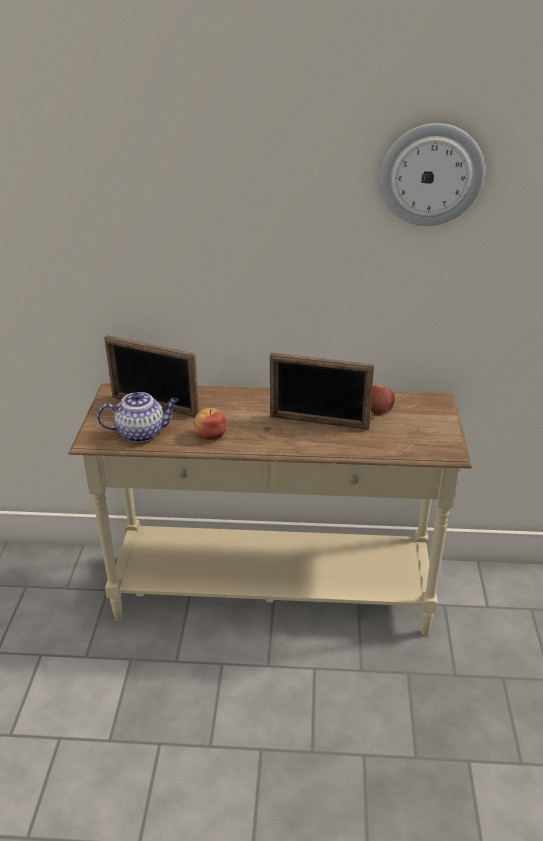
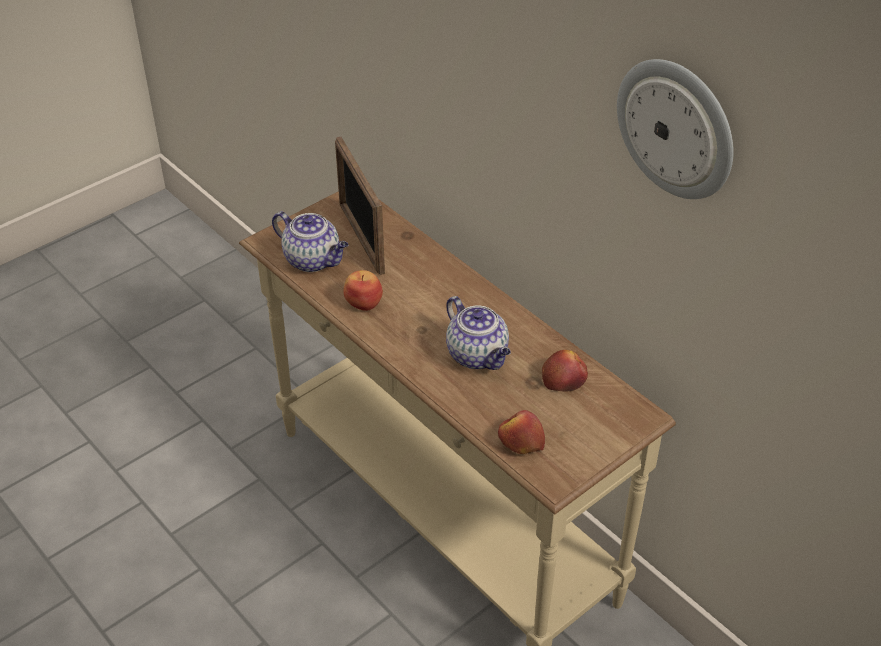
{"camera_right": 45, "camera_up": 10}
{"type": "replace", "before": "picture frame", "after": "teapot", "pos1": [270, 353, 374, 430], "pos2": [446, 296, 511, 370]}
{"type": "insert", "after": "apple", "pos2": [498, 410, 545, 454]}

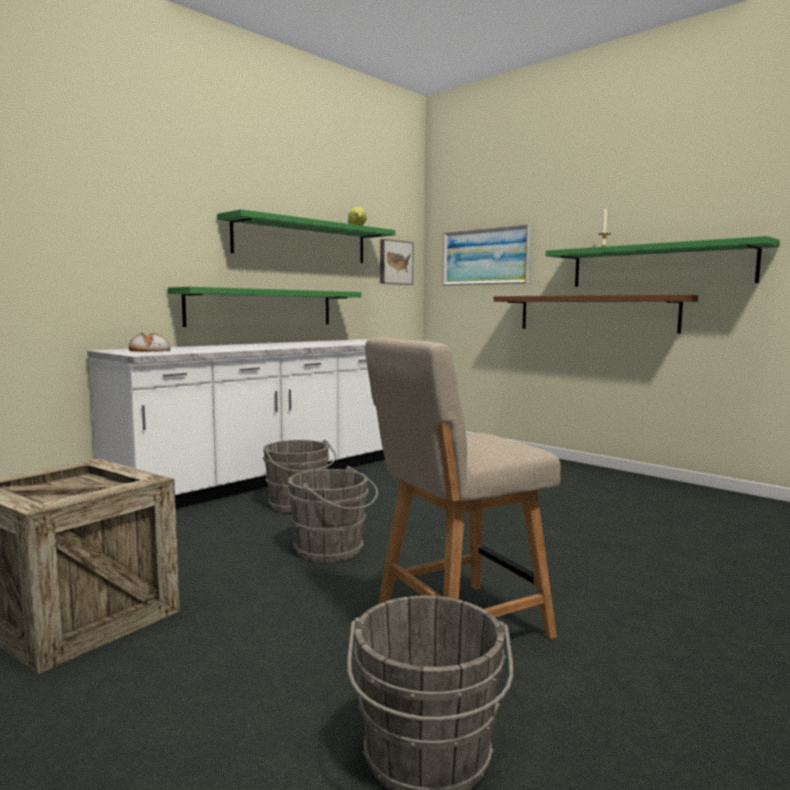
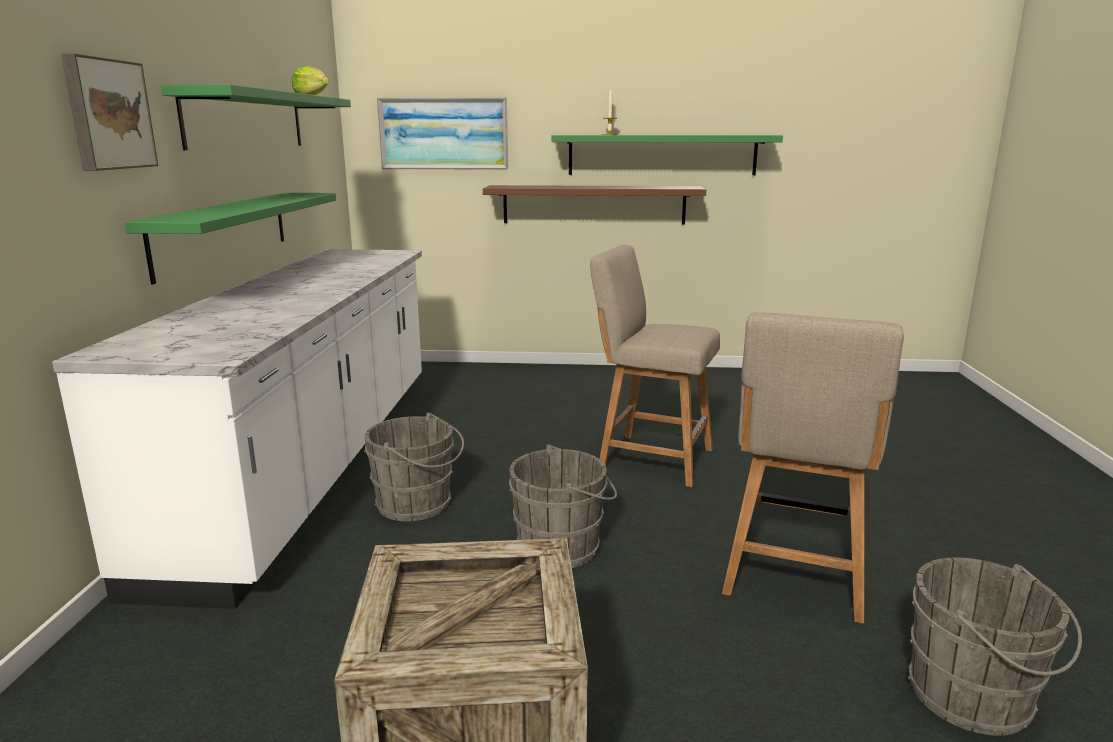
{"camera_right": -40, "camera_up": 10}
{"type": "move", "before": "picture", "pos1": [380, 239, 414, 285], "pos2": [61, 54, 158, 171]}
{"type": "insert", "after": "beige chair", "pos2": [590, 245, 720, 487]}
{"type": "delete", "before": "bread", "pos1": [129, 333, 171, 352]}

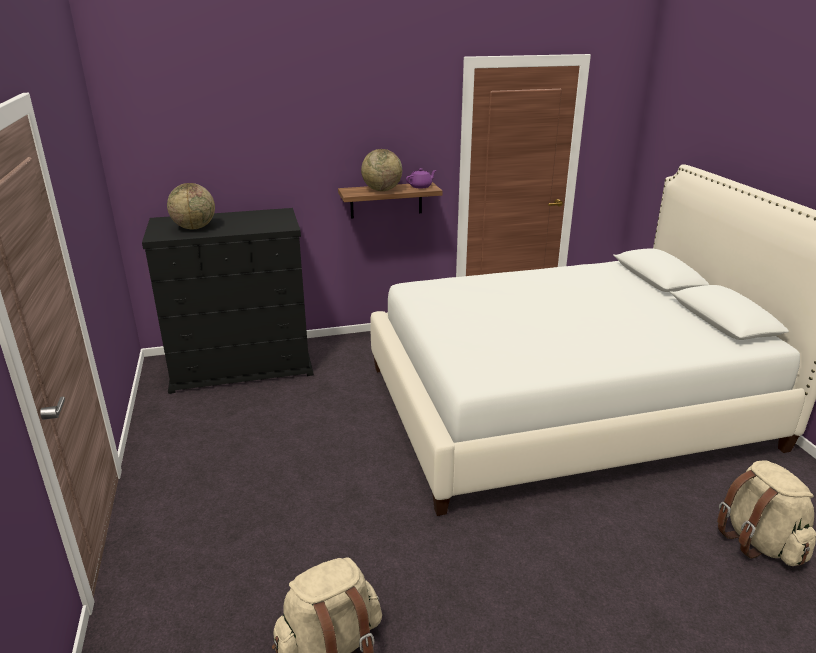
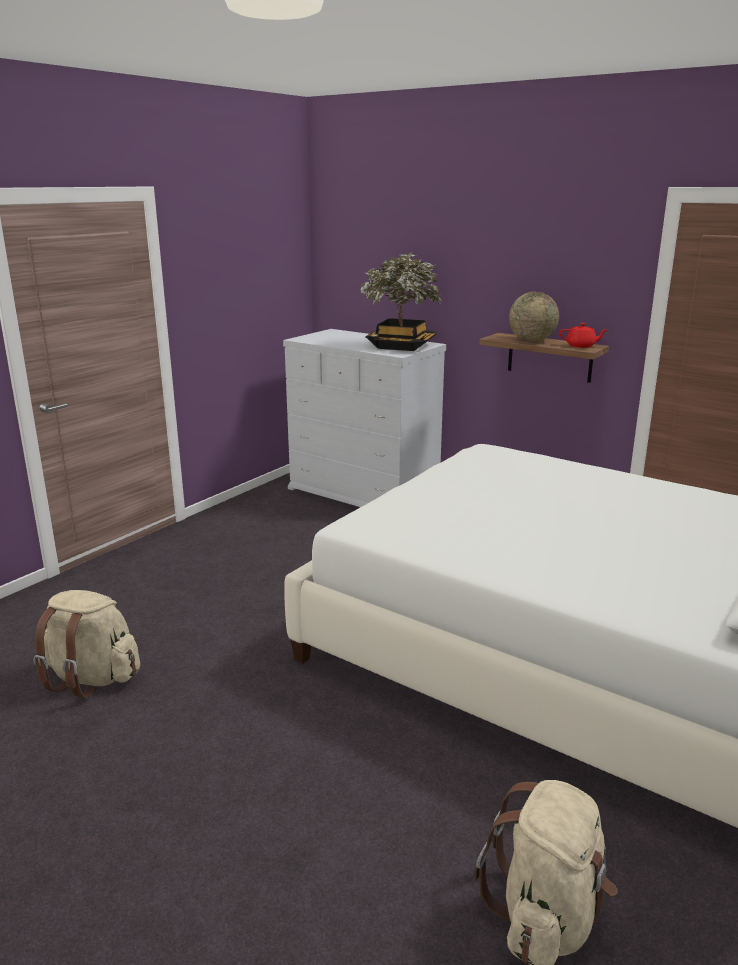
{"camera_right": 50, "camera_up": -5}
{"type": "recolor", "before": "black dresser", "after": "white dresser", "pos1": [142, 208, 314, 394], "pos2": [283, 329, 446, 507]}
{"type": "insert", "after": "potted plant", "pos2": [361, 252, 442, 351]}
{"type": "recolor", "before": "purple teapot", "after": "red teapot", "pos1": [406, 168, 436, 189], "pos2": [560, 323, 609, 348]}
{"type": "delete", "before": "globe", "pos1": [167, 183, 215, 229]}

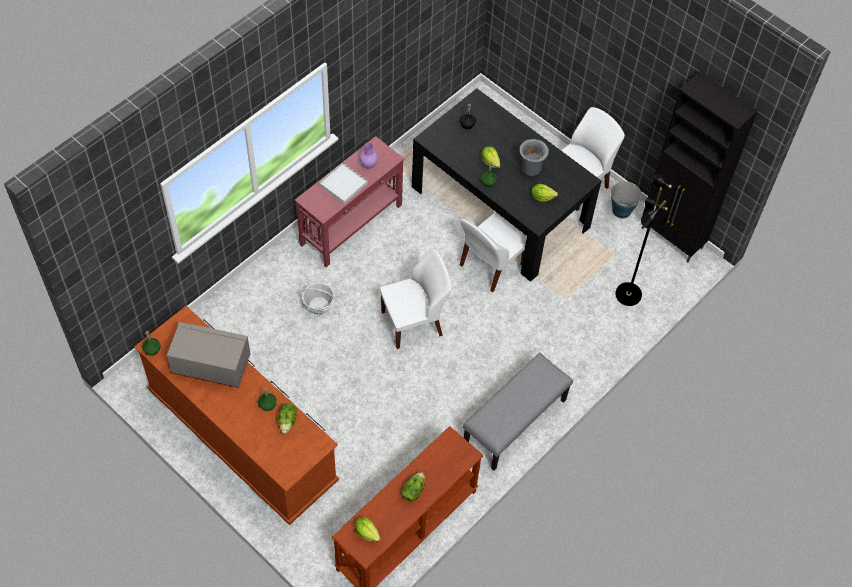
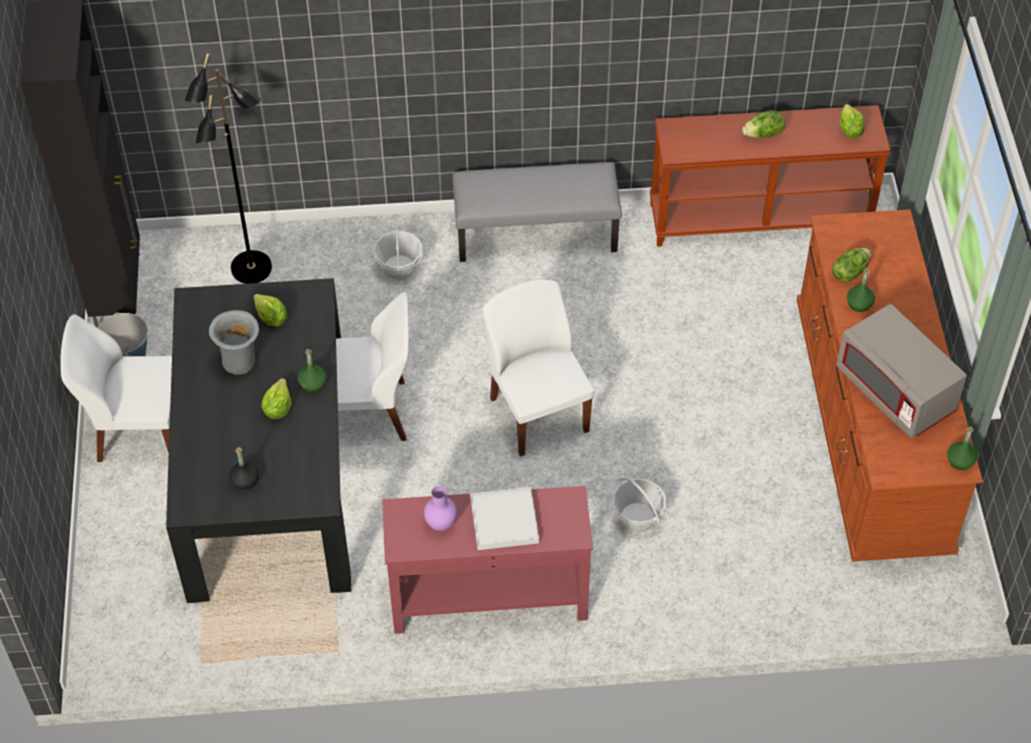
{"camera_right": -135, "camera_up": -5}
{"type": "insert", "after": "basket", "pos2": [373, 226, 423, 280]}
{"type": "rotate", "before": "white chair", "pos1": [380, 249, 452, 349], "pos2": [482, 280, 594, 456], "turn": 45}

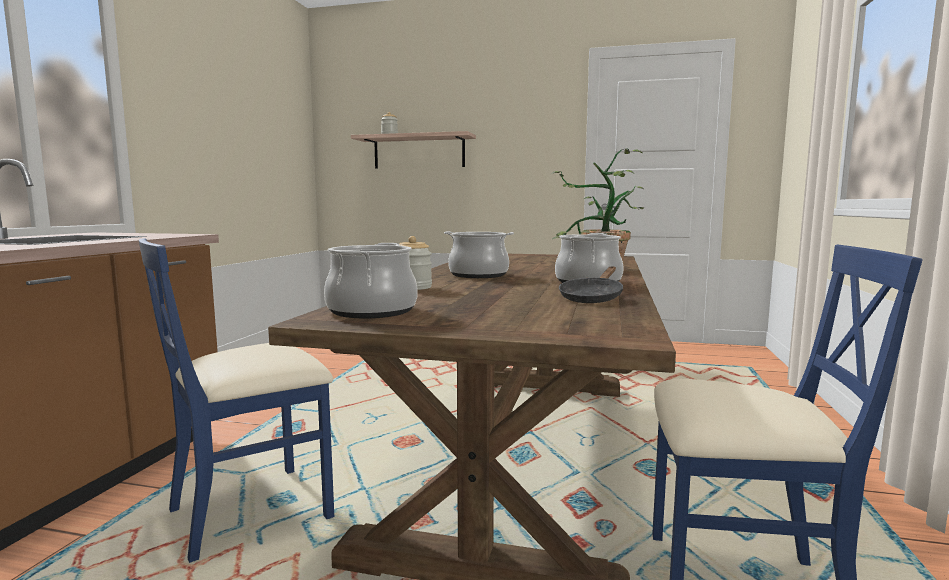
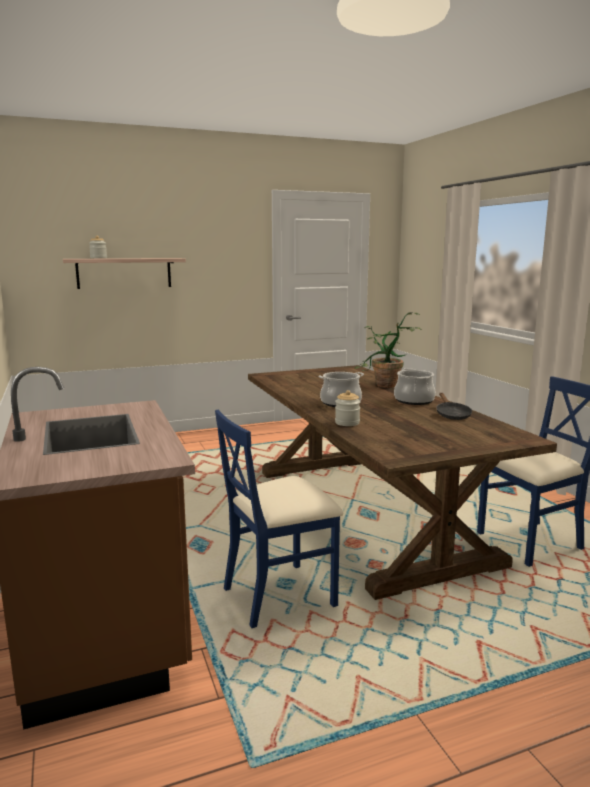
{"camera_right": -35, "camera_up": 5}
{"type": "rotate", "before": "blue chair", "pos1": [139, 238, 334, 563], "pos2": [215, 410, 343, 628], "turn": 45}
{"type": "delete", "before": "cooking pot", "pos1": [324, 243, 418, 318]}

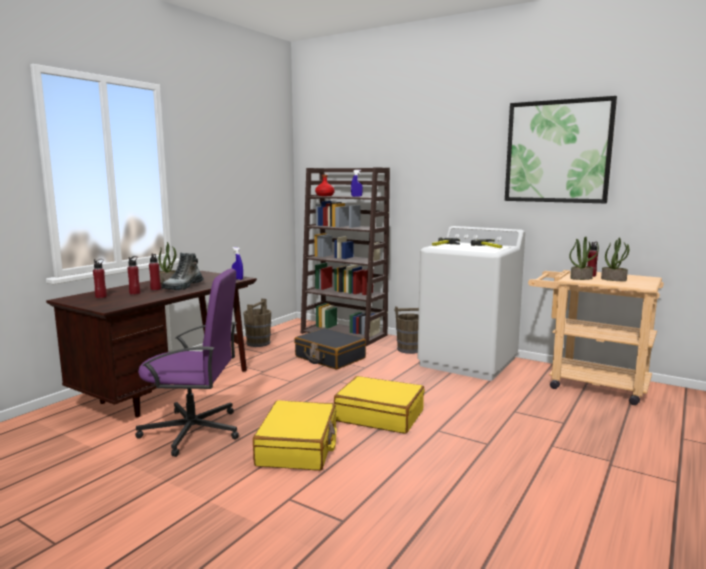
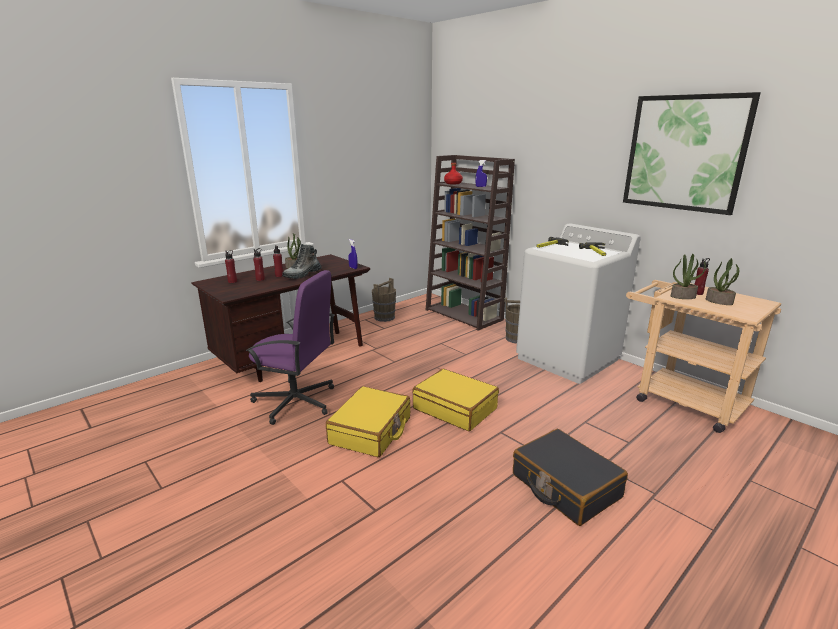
{"camera_right": 15, "camera_up": 10}
{"type": "move", "before": "black suitcase", "pos1": [294, 328, 366, 370], "pos2": [513, 429, 628, 526]}

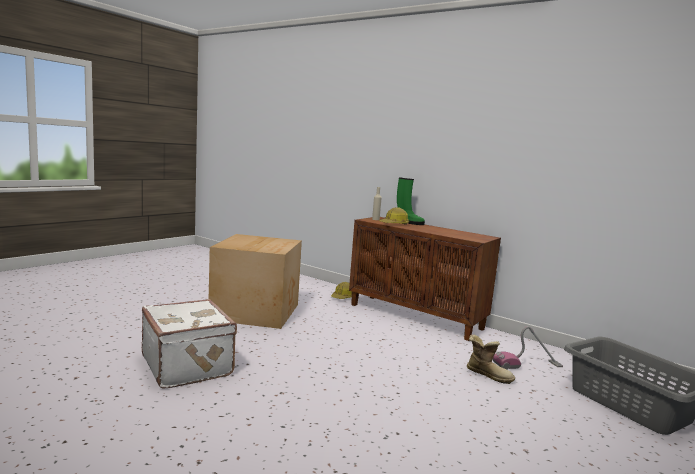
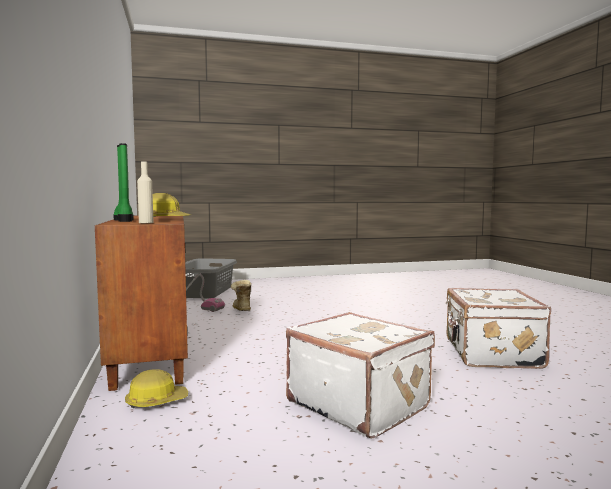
{"camera_right": -140, "camera_up": -5}
{"type": "replace", "before": "cardboard box", "after": "white suitcase", "pos1": [209, 234, 302, 329], "pos2": [286, 312, 435, 439]}

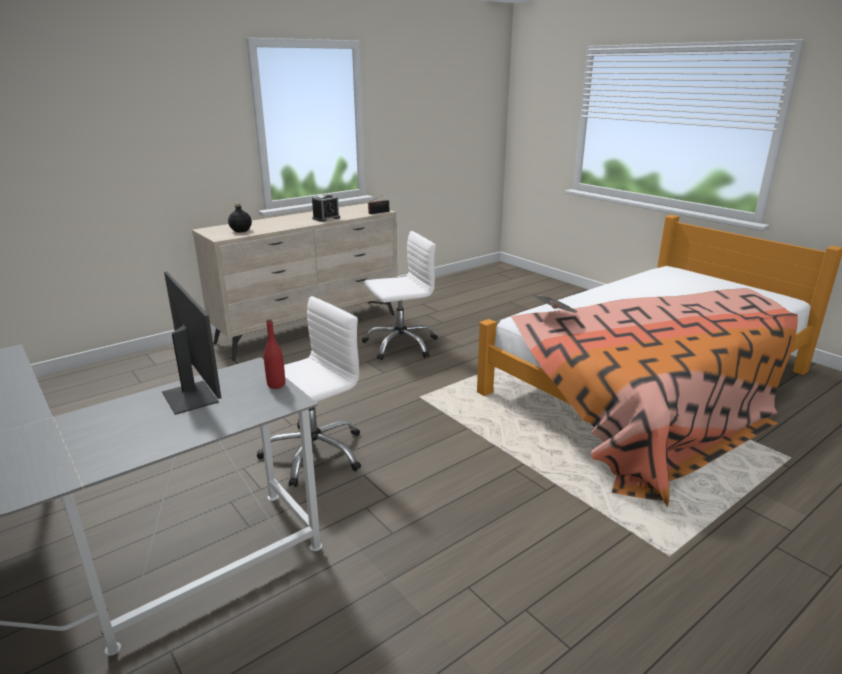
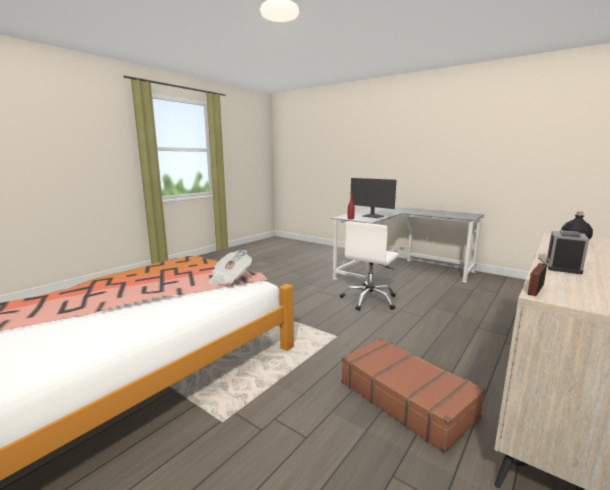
{"camera_right": 165, "camera_up": -10}
{"type": "replace", "before": "white office chair", "after": "brown suitcase", "pos1": [362, 231, 438, 360], "pos2": [341, 338, 485, 453]}

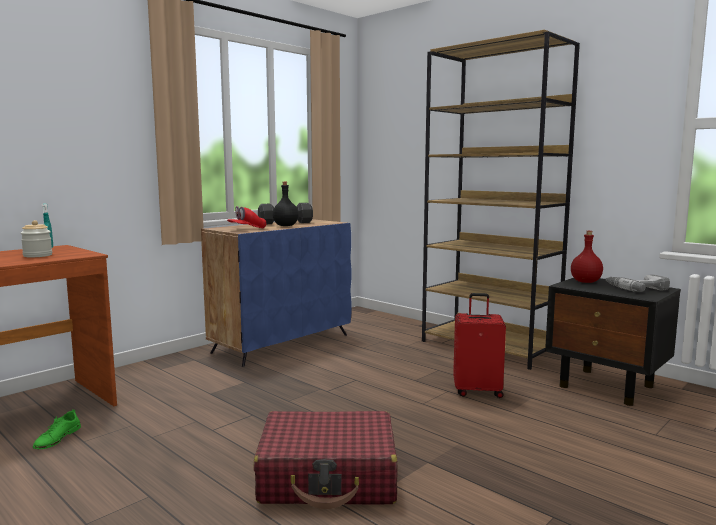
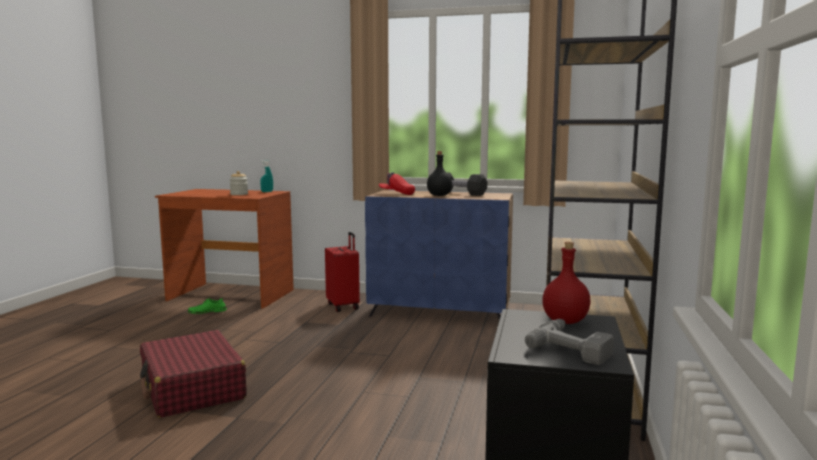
{"camera_right": 60, "camera_up": 0}
{"type": "move", "before": "red suitcase", "pos1": [453, 293, 506, 398], "pos2": [325, 232, 360, 312]}

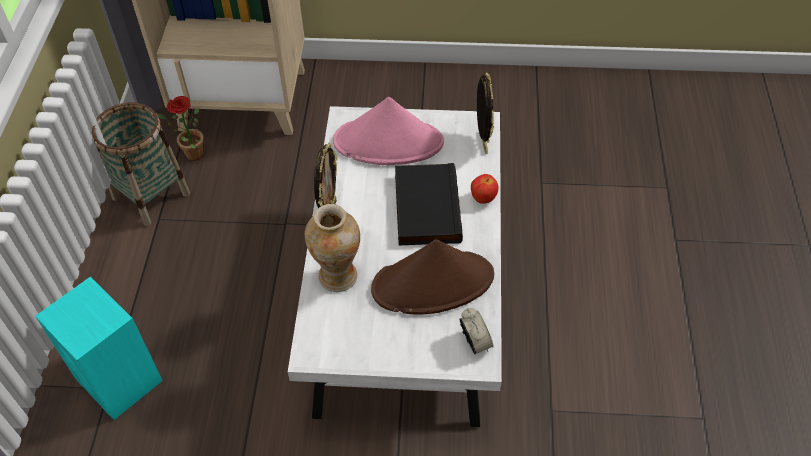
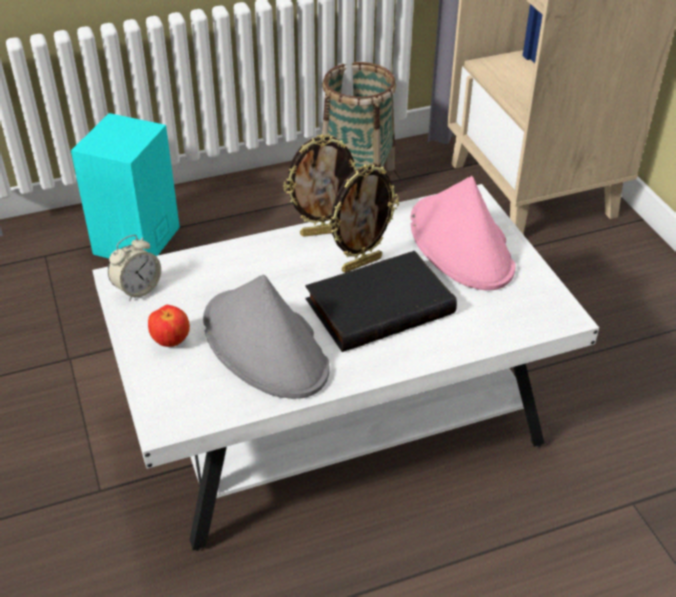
{"camera_right": 65, "camera_up": -10}
{"type": "move", "before": "alarm clock", "pos1": [459, 308, 494, 354], "pos2": [108, 235, 161, 301]}
{"type": "move", "before": "apple", "pos1": [471, 174, 499, 204], "pos2": [148, 305, 190, 347]}
{"type": "recolor", "before": "brown hat", "after": "grey hat", "pos1": [371, 239, 494, 315], "pos2": [203, 274, 329, 399]}
{"type": "move", "before": "picture frame", "pos1": [477, 72, 494, 154], "pos2": [328, 164, 399, 273]}
{"type": "delete", "before": "potted plant", "pos1": [156, 96, 204, 161]}
{"type": "delete", "before": "vase", "pos1": [304, 204, 360, 292]}

